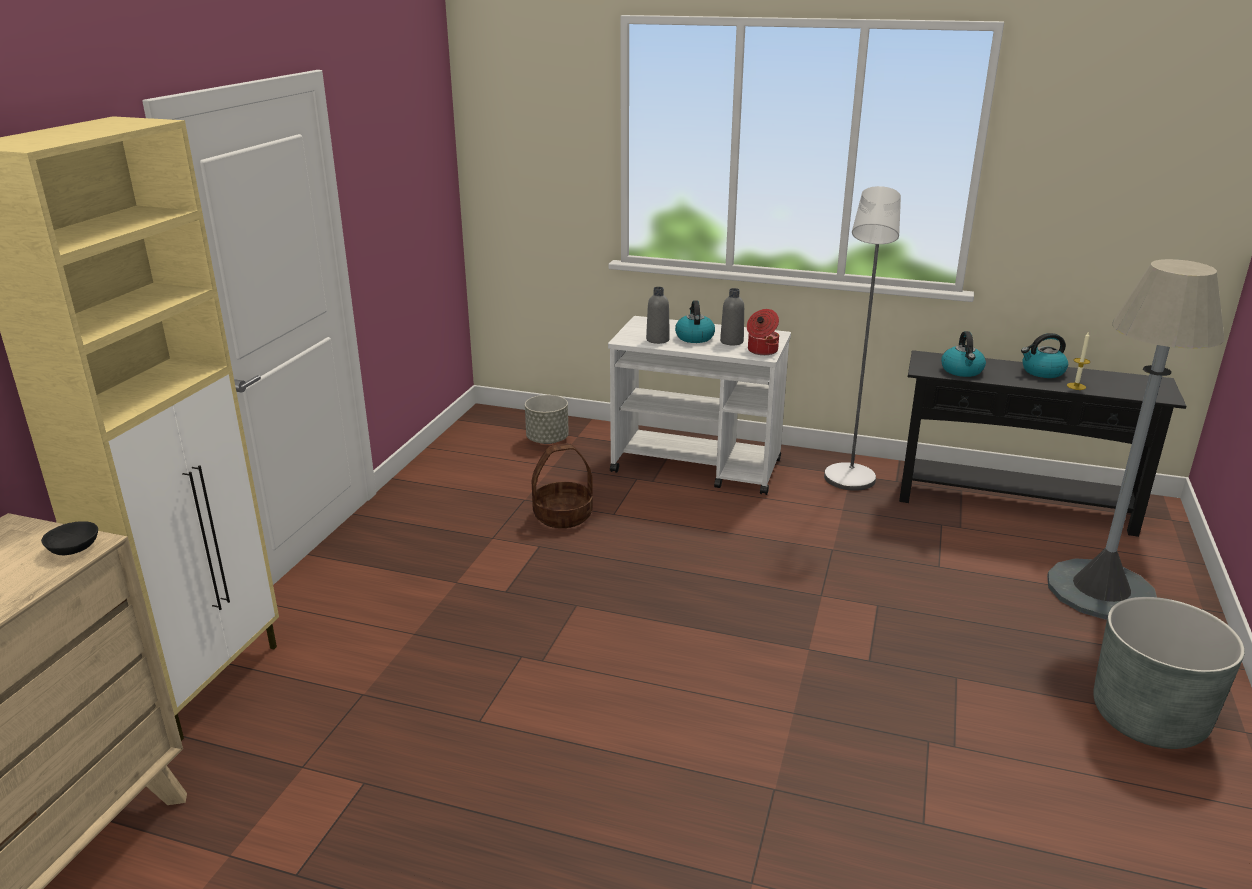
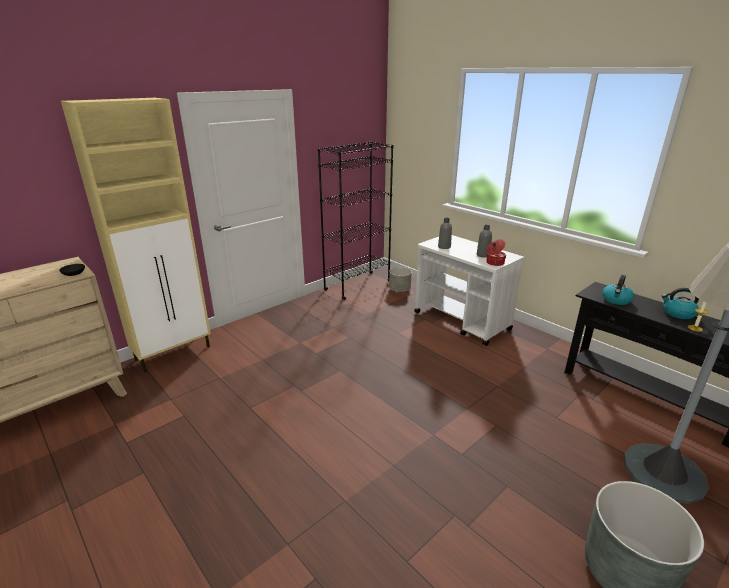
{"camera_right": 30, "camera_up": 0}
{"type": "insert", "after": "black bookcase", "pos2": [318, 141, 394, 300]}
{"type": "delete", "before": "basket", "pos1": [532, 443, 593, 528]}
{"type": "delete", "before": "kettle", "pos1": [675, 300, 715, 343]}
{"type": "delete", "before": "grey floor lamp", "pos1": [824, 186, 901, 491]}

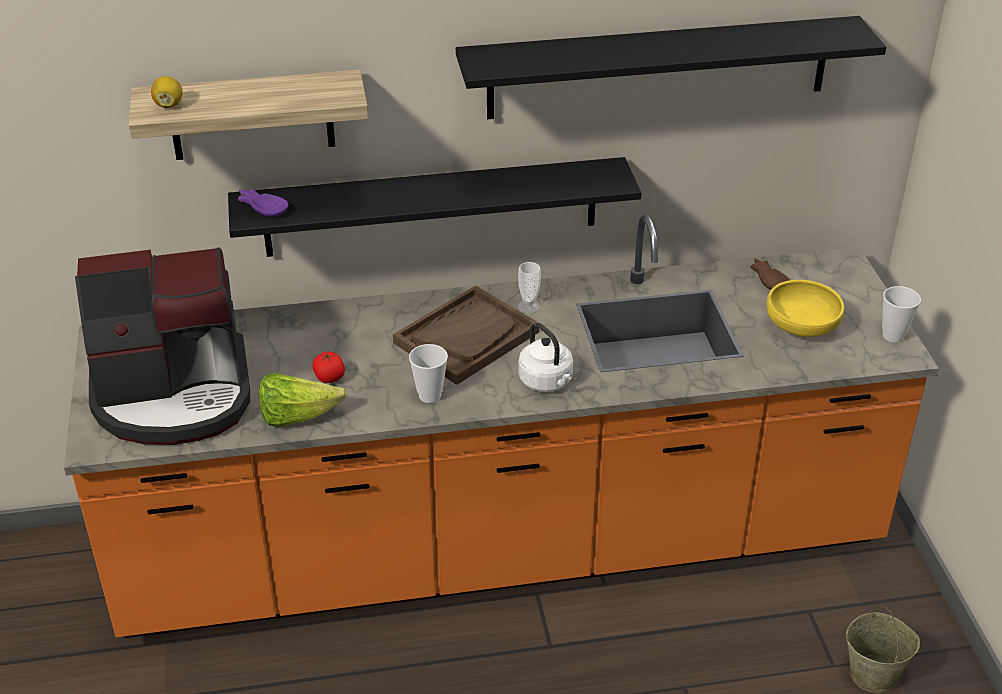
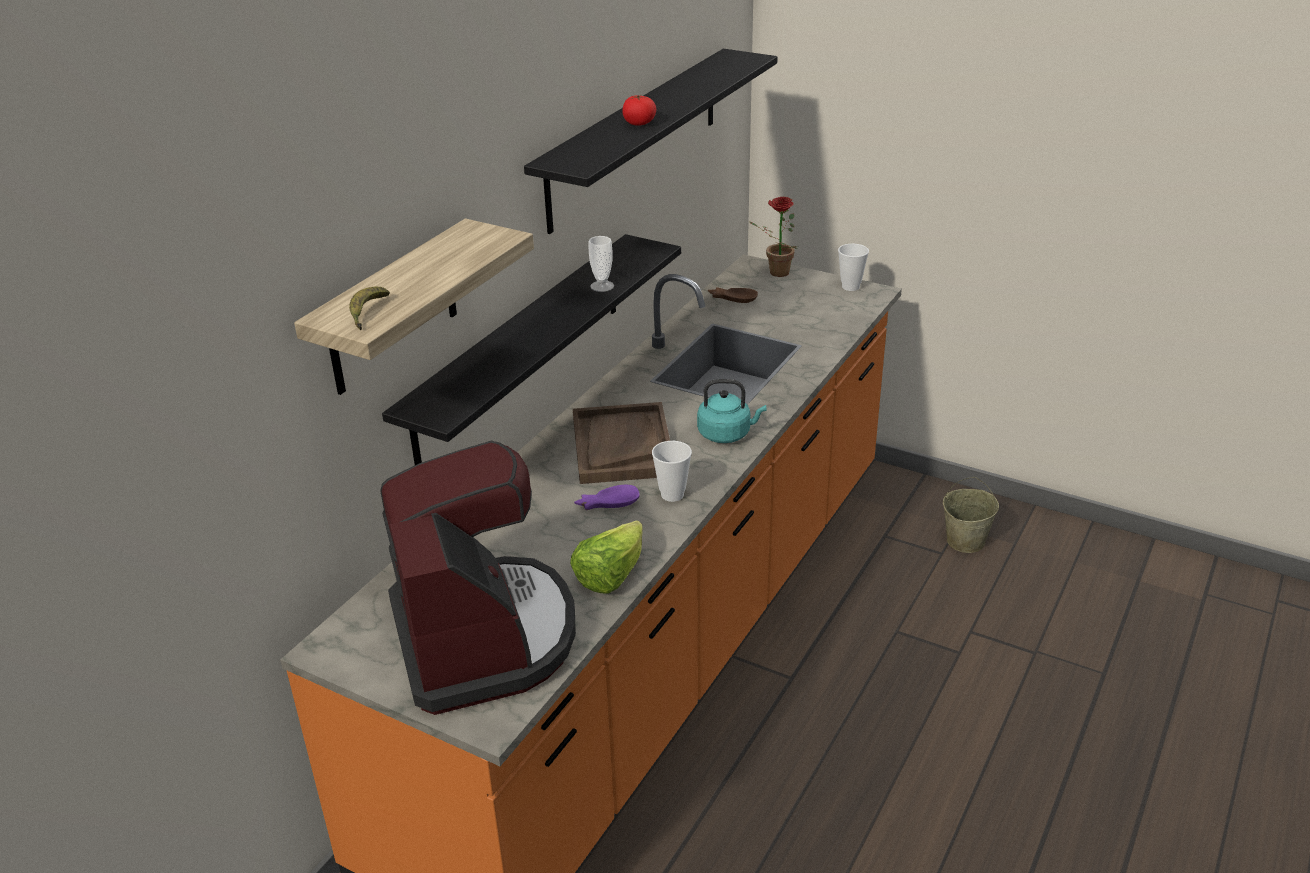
{"camera_right": -50, "camera_up": -5}
{"type": "replace", "before": "lemon", "after": "banana", "pos1": [151, 76, 182, 108], "pos2": [349, 287, 390, 330]}
{"type": "rotate", "before": "coffee machine", "pos1": [75, 247, 250, 445], "pos2": [380, 440, 576, 715], "turn": -45}
{"type": "move", "before": "purple bowl", "pos1": [238, 188, 288, 217], "pos2": [574, 485, 640, 510]}
{"type": "move", "before": "cup", "pos1": [518, 262, 541, 313], "pos2": [589, 236, 614, 292]}
{"type": "move", "before": "tomato", "pos1": [312, 351, 345, 383], "pos2": [622, 95, 656, 126]}
{"type": "recolor", "before": "white kettle", "after": "turquoise kettle", "pos1": [518, 323, 573, 392], "pos2": [697, 379, 766, 443]}
{"type": "insert", "after": "potted plant", "pos2": [748, 197, 798, 277]}
{"type": "delete", "before": "yellow bowl", "pos1": [767, 280, 844, 337]}

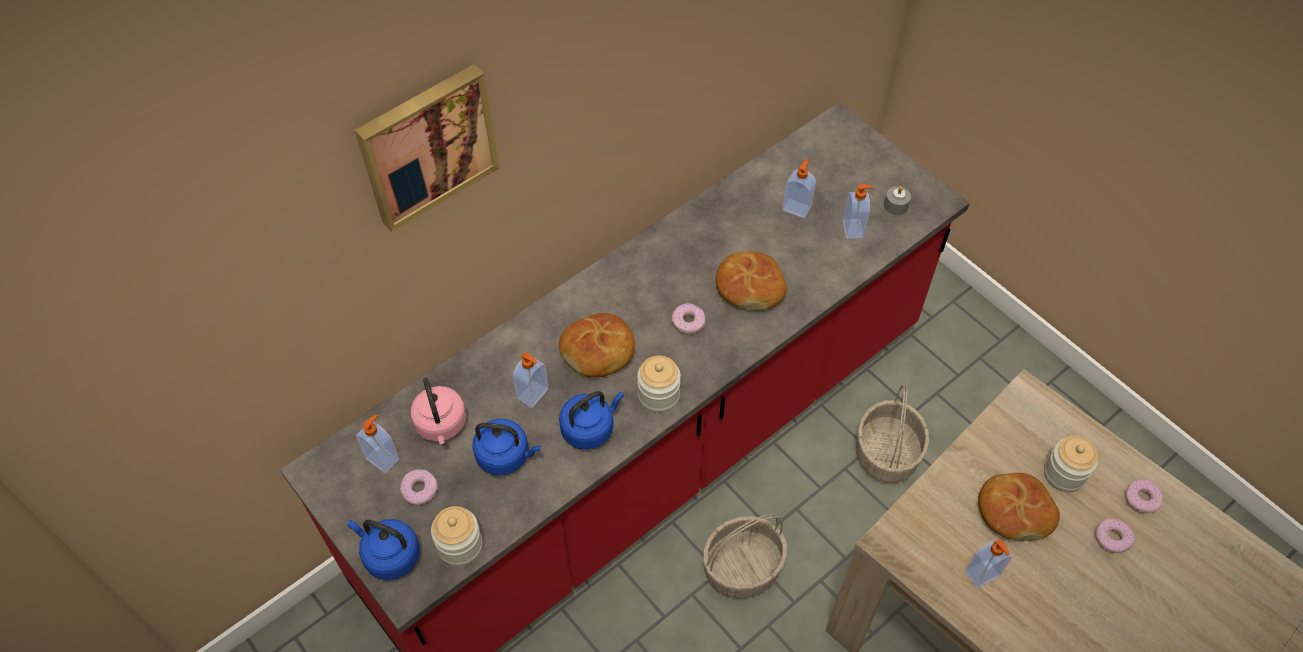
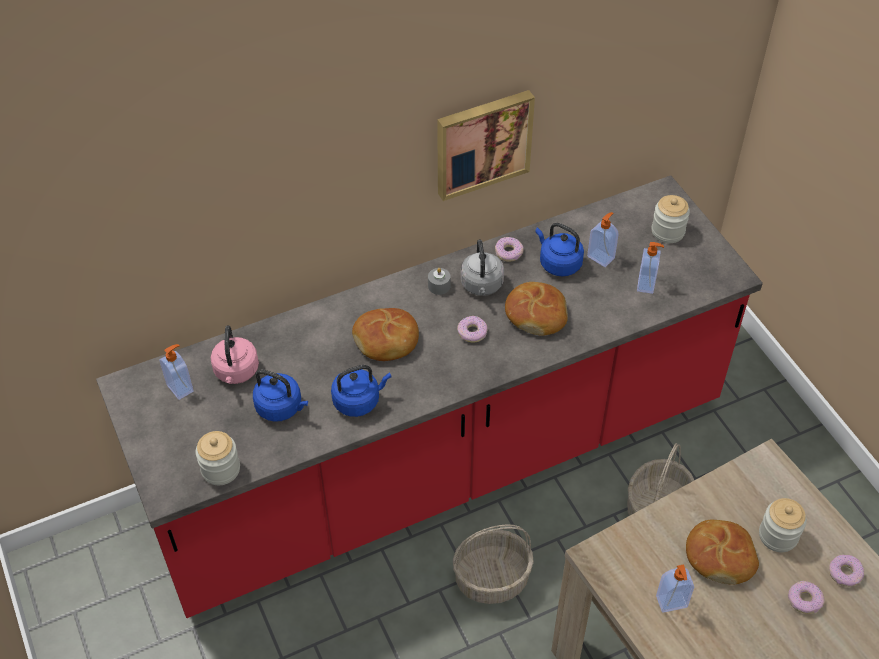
{"camera_right": 15, "camera_up": -5}
{"type": "move", "before": "grey candle", "pos1": [884, 186, 911, 215], "pos2": [428, 268, 451, 295]}
{"type": "move", "before": "picture", "pos1": [355, 64, 500, 232], "pos2": [437, 90, 535, 201]}
{"type": "insert", "after": "grey kettle", "pos2": [460, 240, 504, 296]}
{"type": "move", "before": "donut", "pos1": [400, 469, 438, 505], "pos2": [495, 237, 523, 262]}
{"type": "move", "before": "blue kettle", "pos1": [348, 519, 420, 580], "pos2": [535, 223, 584, 276]}
{"type": "move", "before": "jar", "pos1": [637, 355, 681, 413], "pos2": [652, 195, 690, 243]}
{"type": "delete", "before": "soap dispenser", "pos1": [513, 352, 549, 408]}

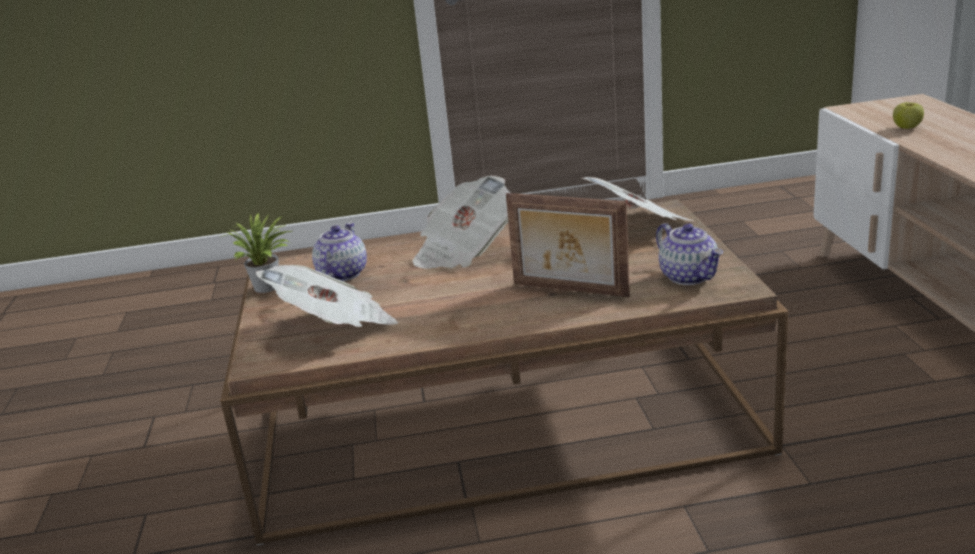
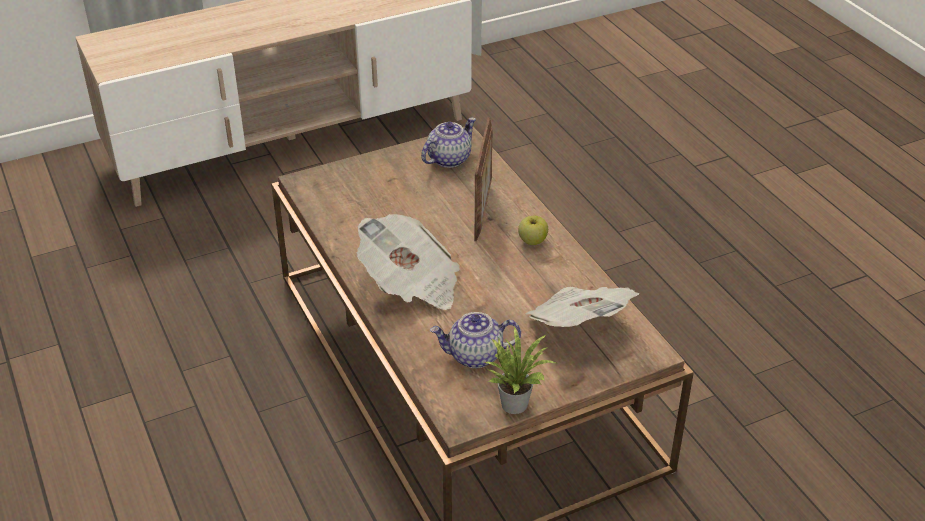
{"camera_right": -110, "camera_up": 15}
{"type": "move", "before": "apple", "pos1": [893, 102, 924, 129], "pos2": [518, 216, 548, 245]}
{"type": "delete", "before": "newspaper", "pos1": [582, 177, 694, 221]}

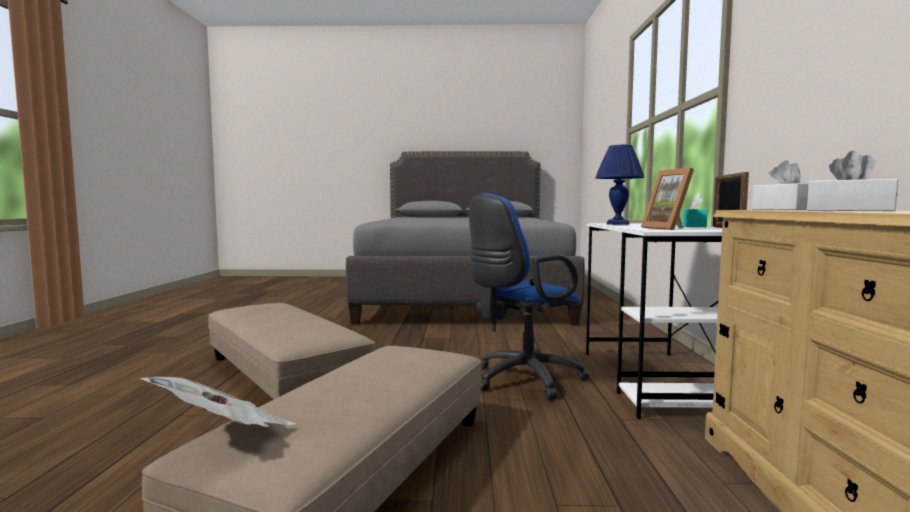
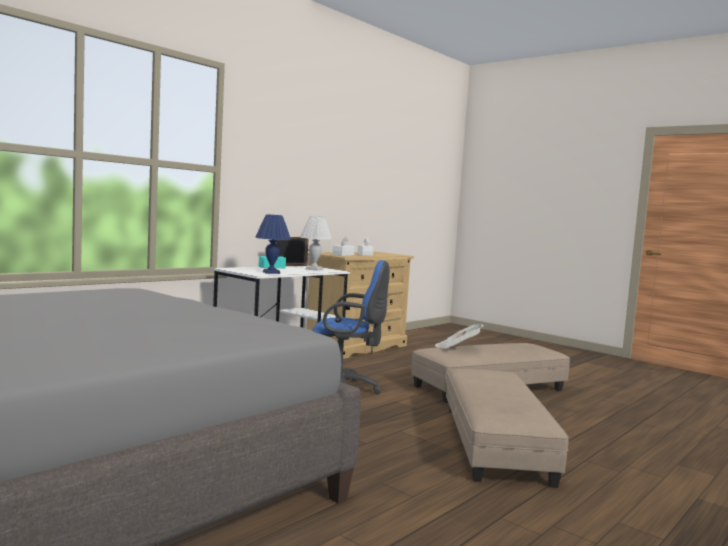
{"camera_right": -140, "camera_up": 0}
{"type": "replace", "before": "picture frame", "after": "white table lamp", "pos1": [641, 167, 694, 230], "pos2": [300, 216, 332, 271]}
{"type": "move", "before": "newspaper", "pos1": [140, 377, 296, 427], "pos2": [435, 324, 484, 349]}

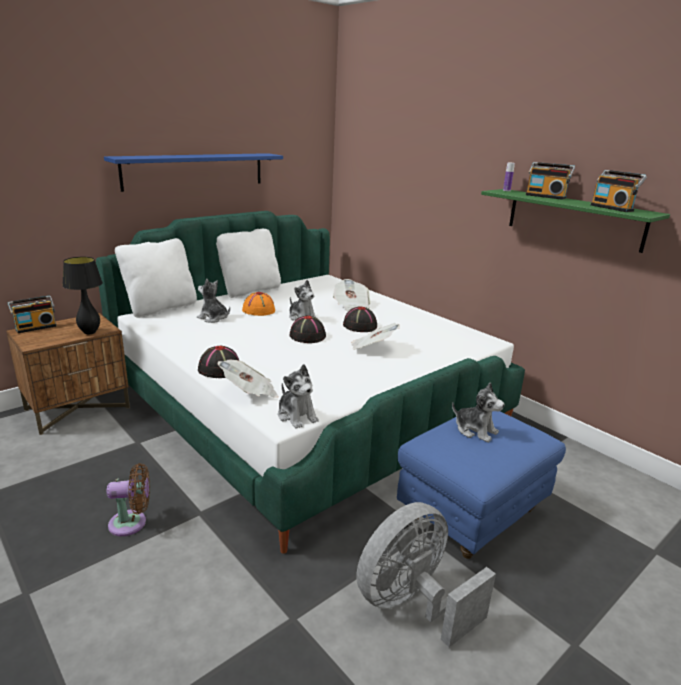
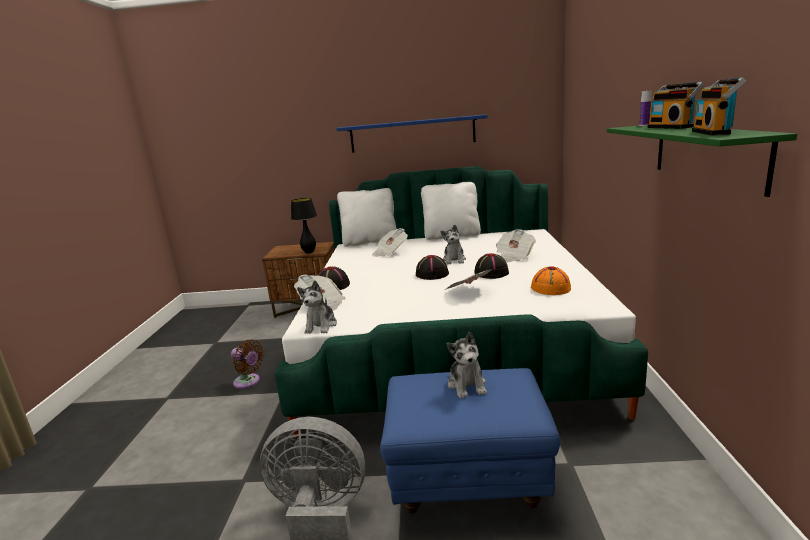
{"camera_right": 45, "camera_up": -5}
{"type": "replace", "before": "plush toy", "after": "newspaper", "pos1": [197, 279, 230, 323], "pos2": [372, 228, 408, 257]}
{"type": "move", "before": "orange hat", "pos1": [242, 292, 275, 316], "pos2": [531, 266, 571, 295]}
{"type": "delete", "before": "radio", "pos1": [8, 296, 56, 333]}

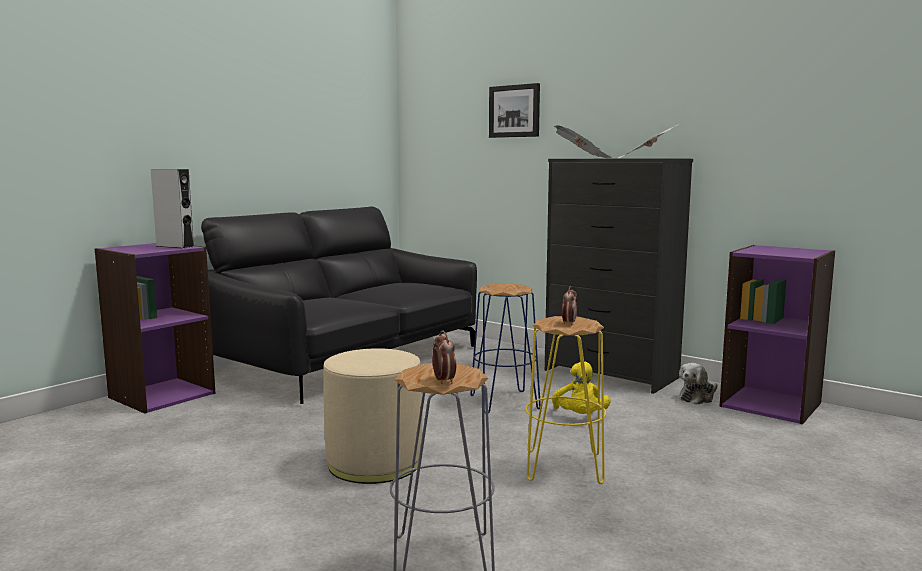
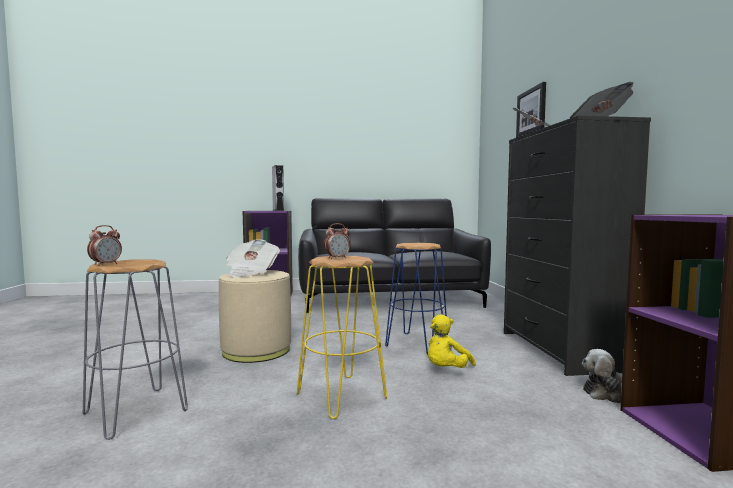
{"camera_right": 45, "camera_up": -5}
{"type": "insert", "after": "newspaper", "pos2": [226, 239, 280, 277]}

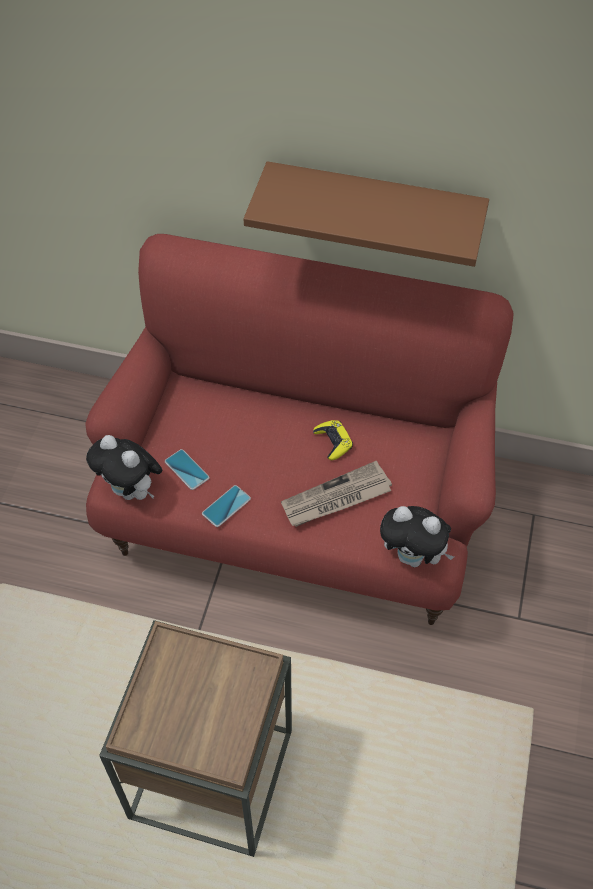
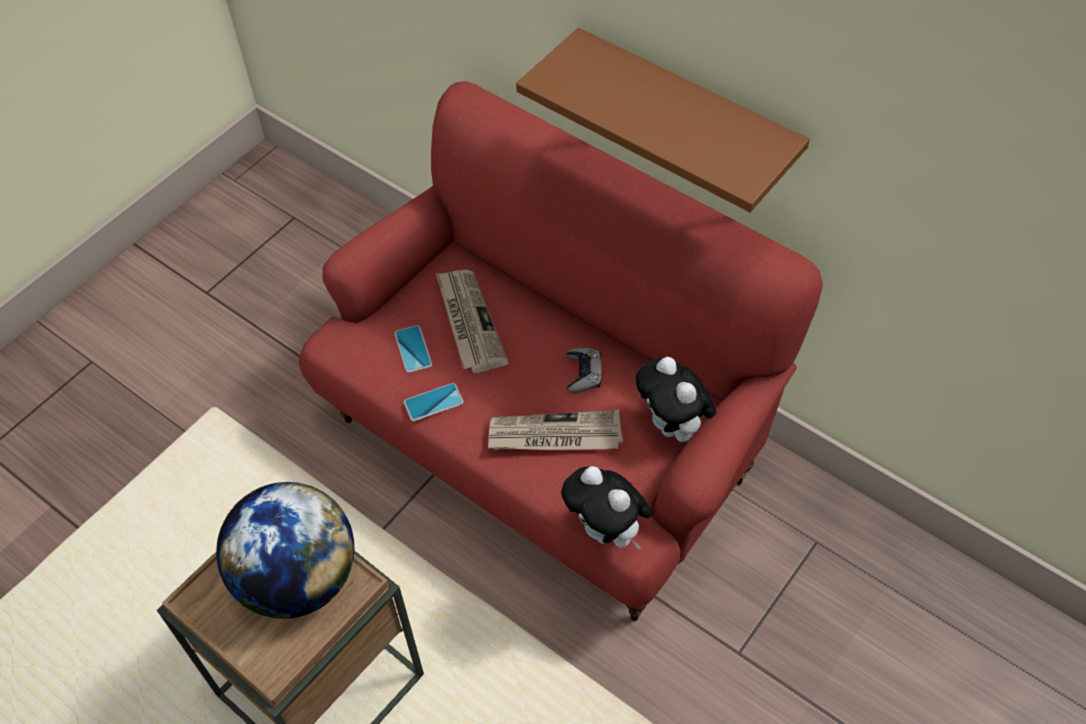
{"camera_right": 25, "camera_up": 0}
{"type": "insert", "after": "globe", "pos2": [216, 482, 354, 619]}
{"type": "insert", "after": "newspaper", "pos2": [436, 270, 509, 373]}
{"type": "recolor", "before": "yellow game controller", "after": "grey game controller", "pos1": [313, 420, 353, 460], "pos2": [566, 348, 602, 393]}
{"type": "move", "before": "plush toy", "pos1": [86, 435, 163, 500], "pos2": [636, 357, 716, 442]}

